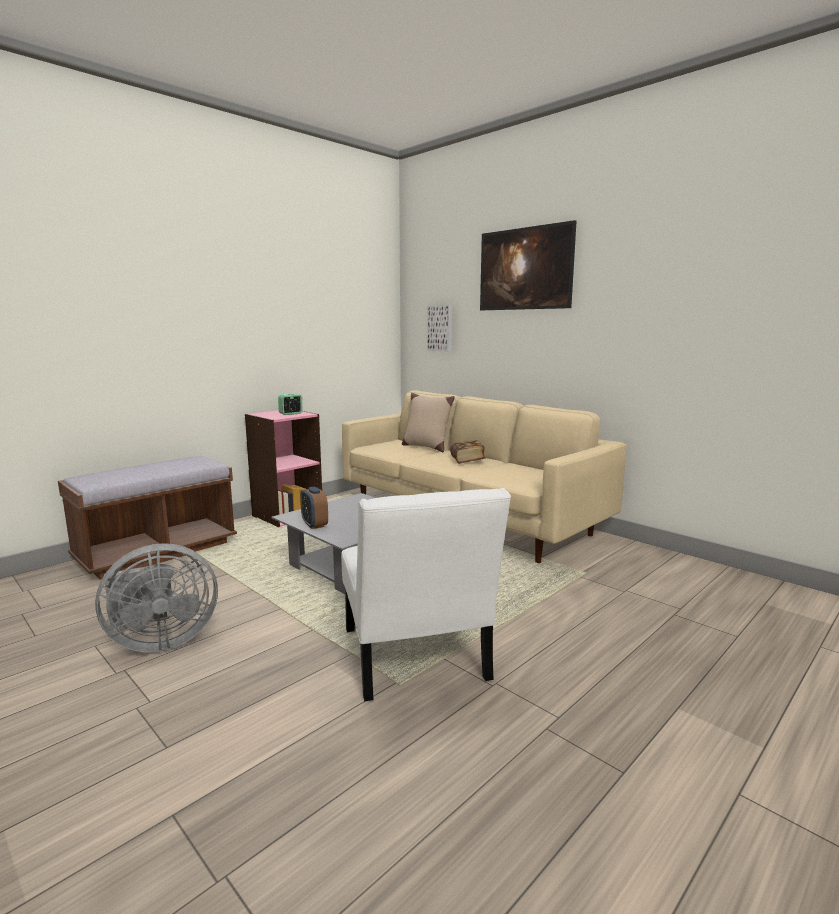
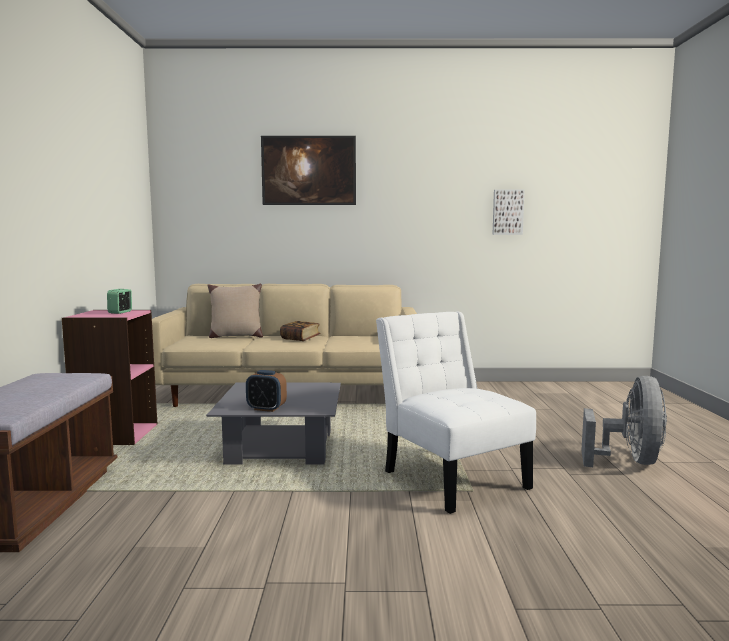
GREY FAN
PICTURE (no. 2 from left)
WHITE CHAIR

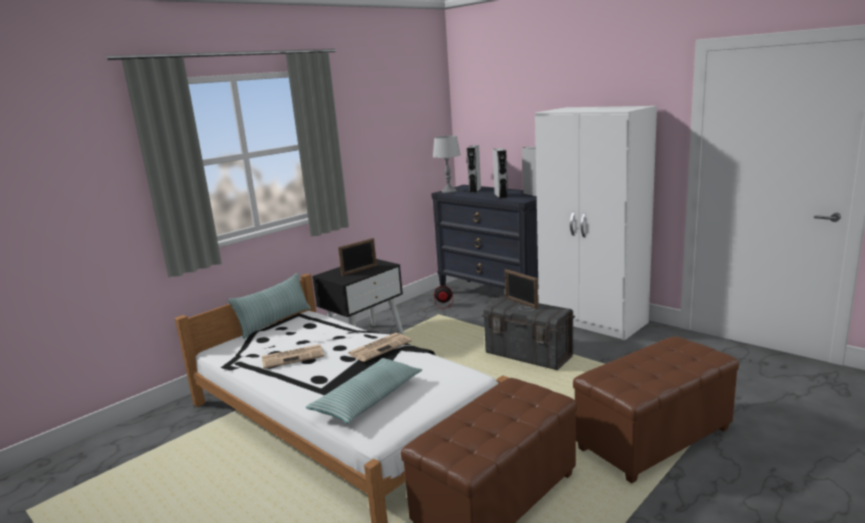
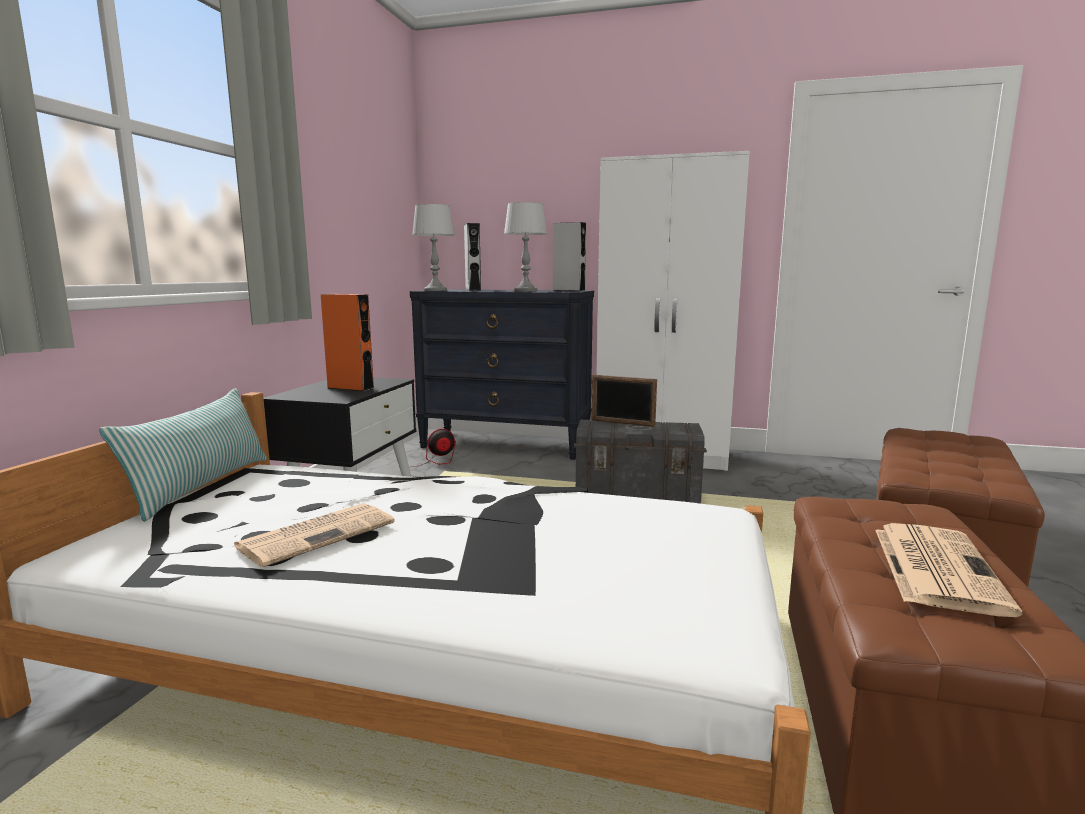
PILLOW (no. 2 from left in the first image)
NEWSPAPER (no. 2 from left)
ORANGE SPEAKER
GREY TABLE LAMP (no. 2 from left)

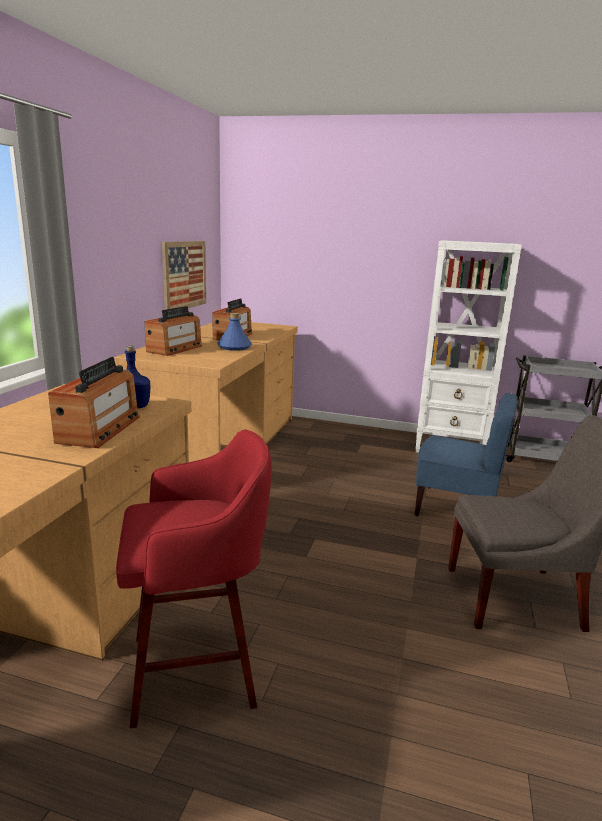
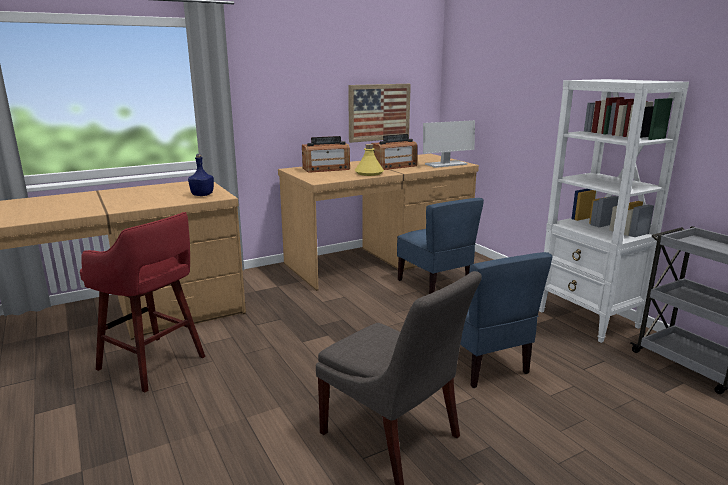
RADIO (no. 1 from left in the first image)
BLUE CHAIR (no. 1 from left)
MONITOR
YELLOW BOTTLE

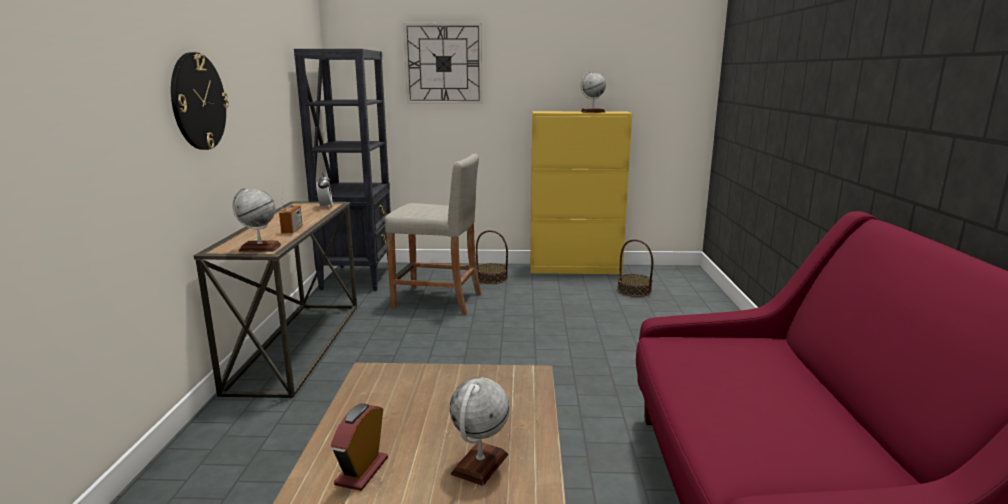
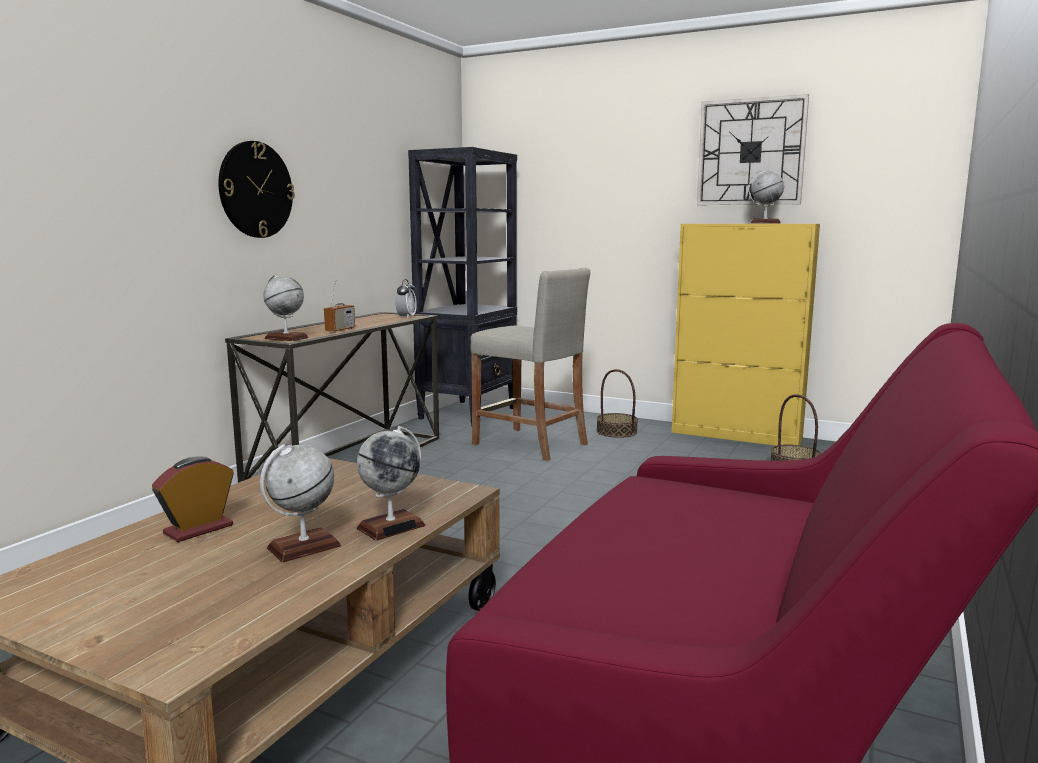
GLOBE (no. 3 from left)
WALL CLOCK (no. 2 from left)

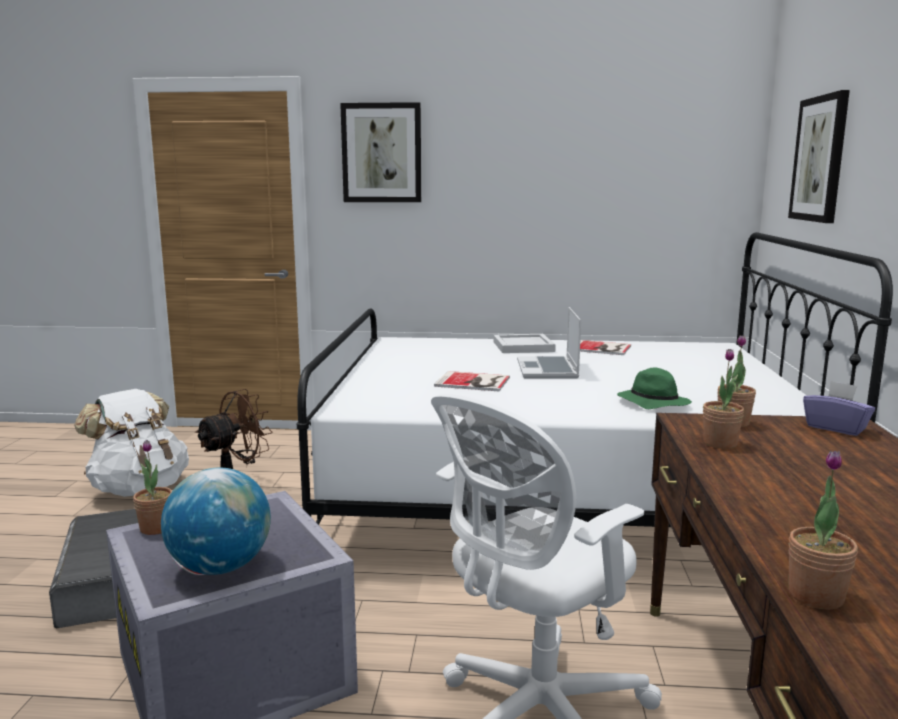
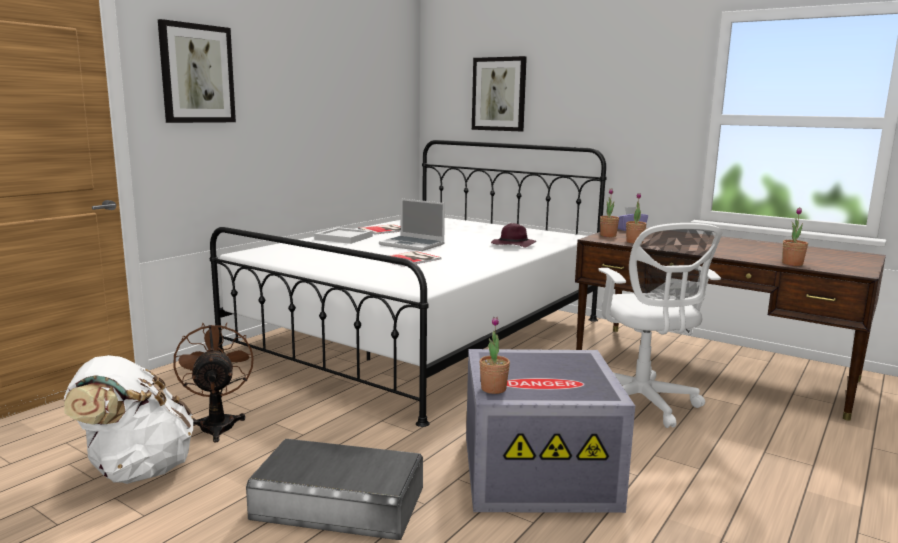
GLOBE
PURPLE HAT

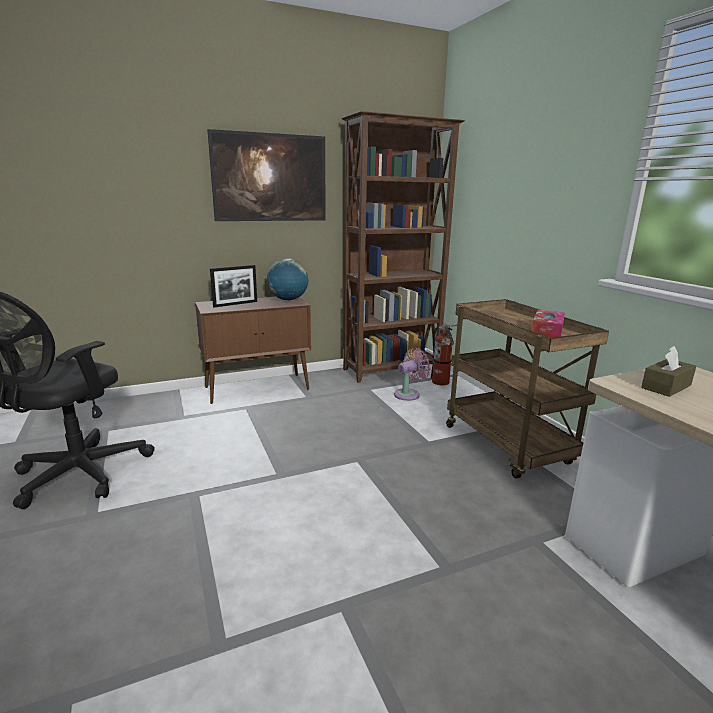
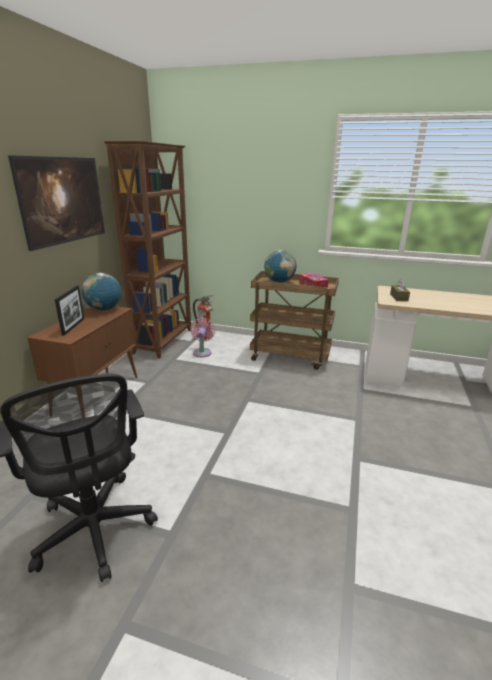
GLOBE (no. 2 from left)

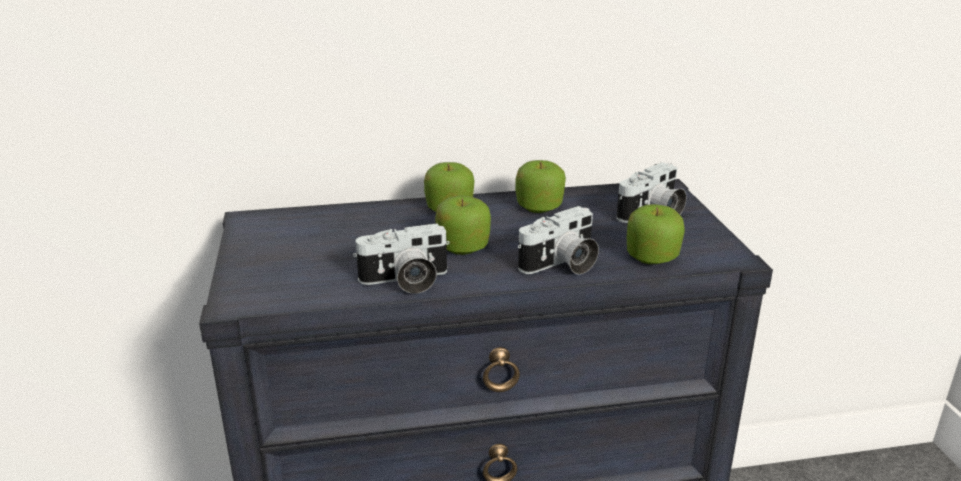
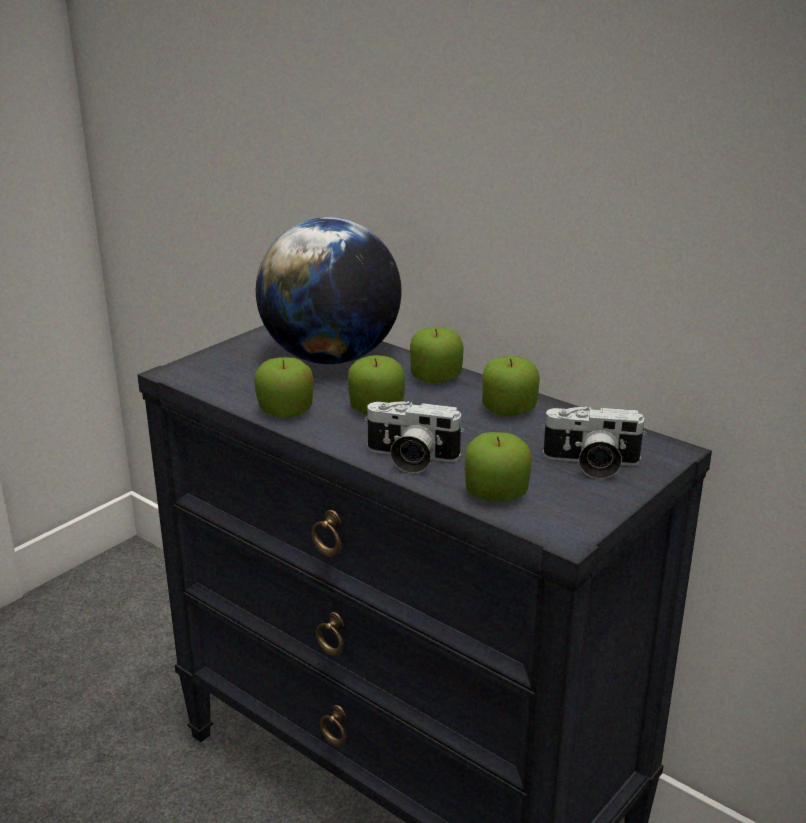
GLOBE
APPLE (no. 1 from left)

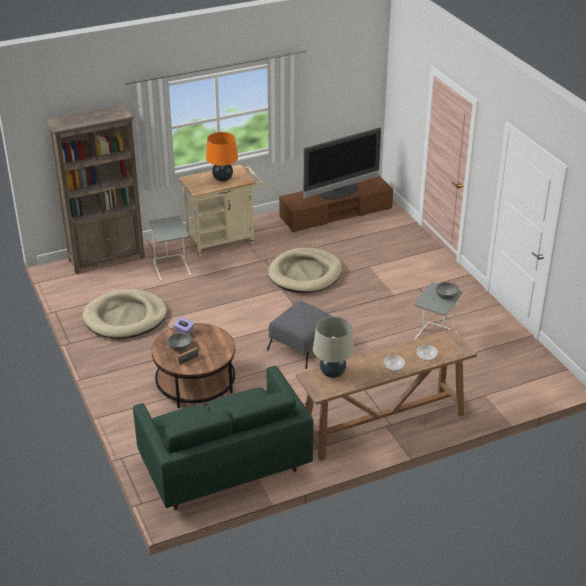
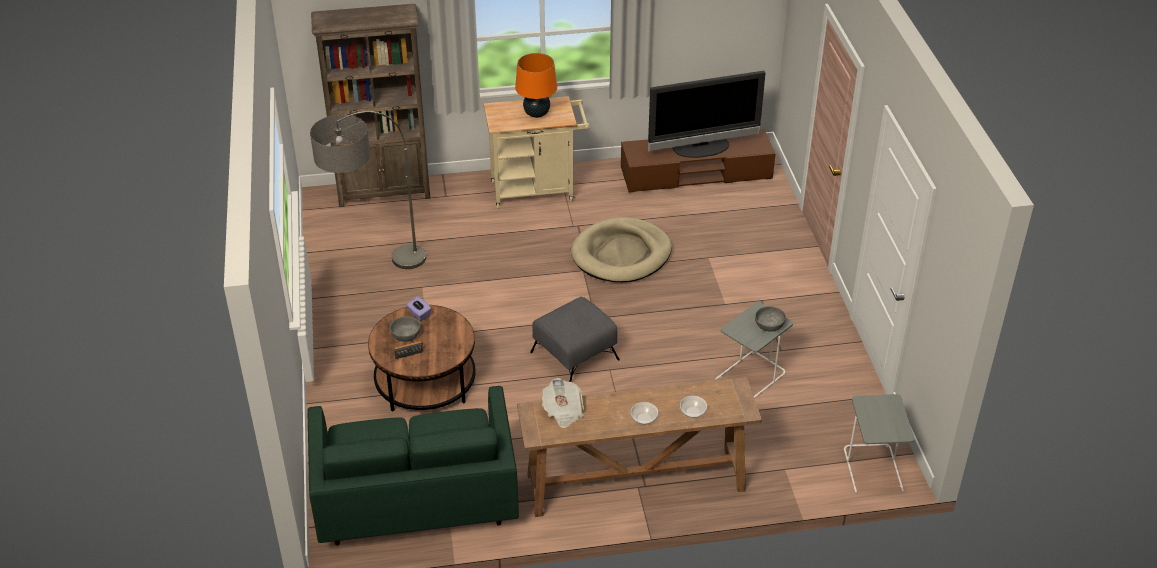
GREY SIDE TABLE (no. 2 from left)
FLOOR LAMP
NEWSPAPER

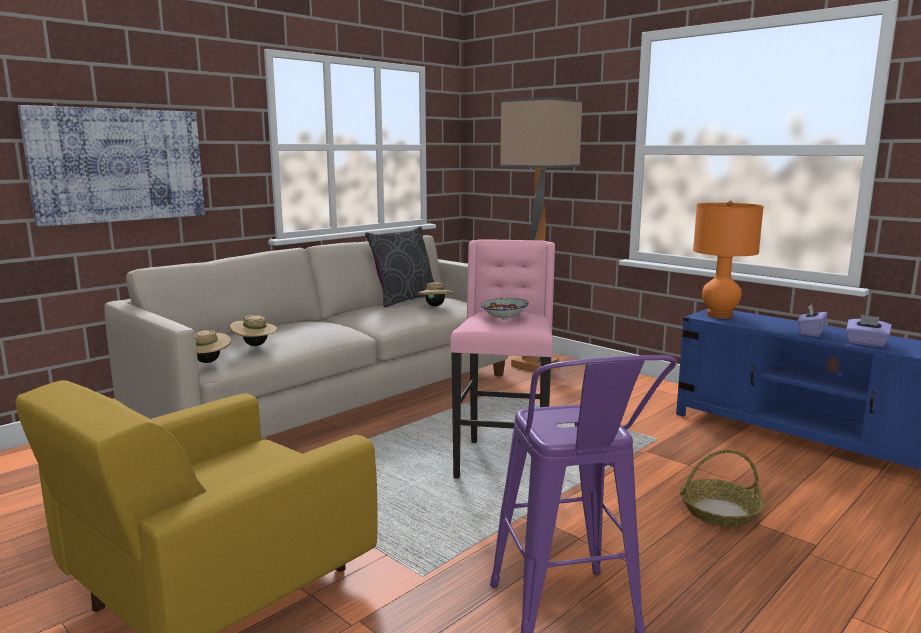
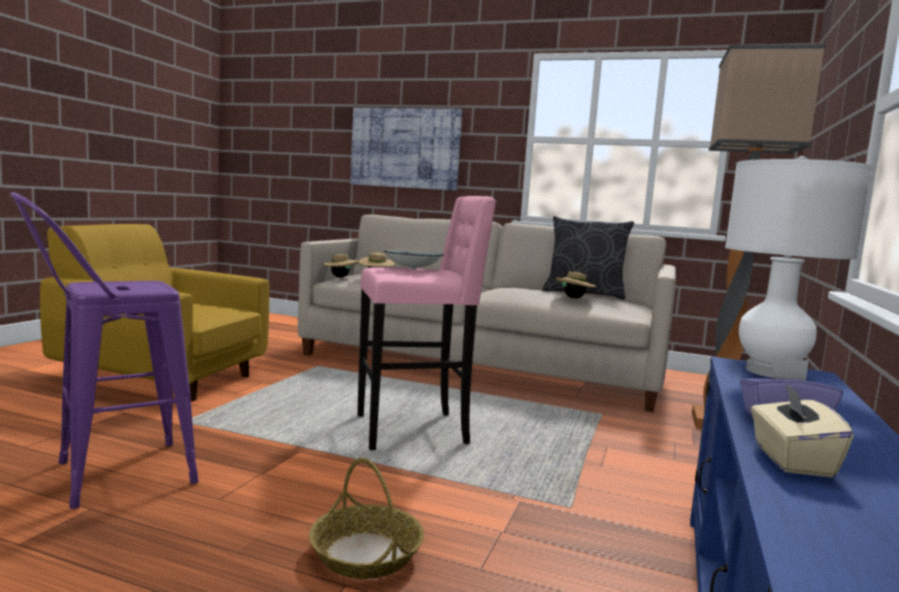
WHITE TABLE LAMP
BEIGE TISSUE BOX

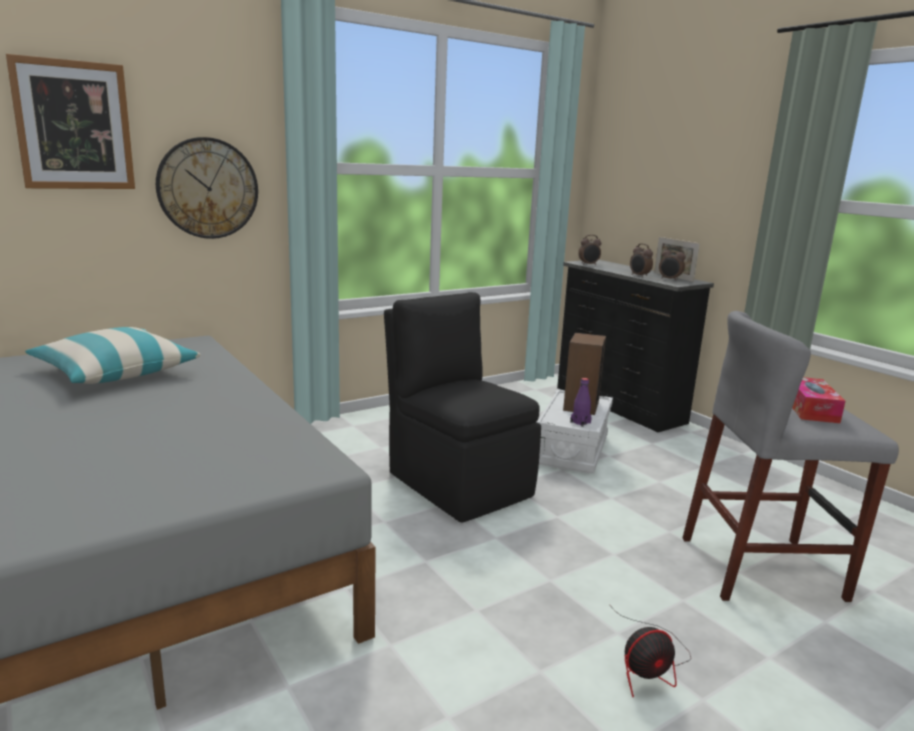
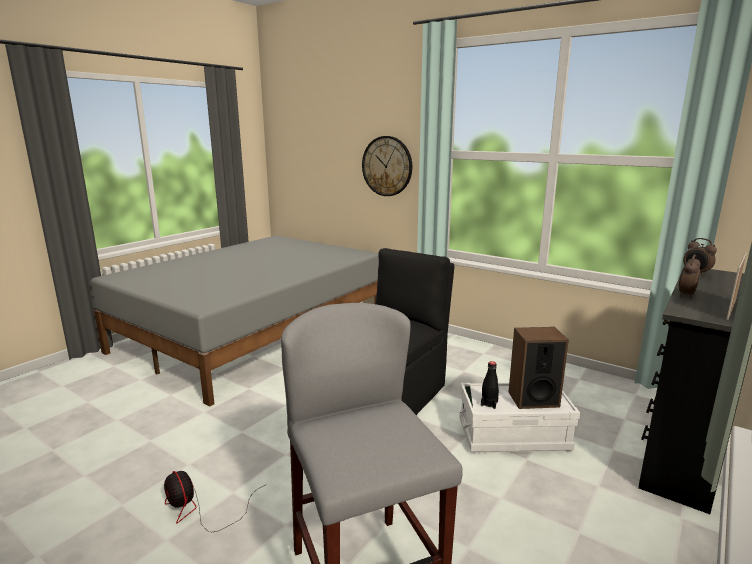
PICTURE
PILLOW
ALARM CLOCK (no. 3 from left in the first image)
TISSUE BOX
BLACK BOTTLE

